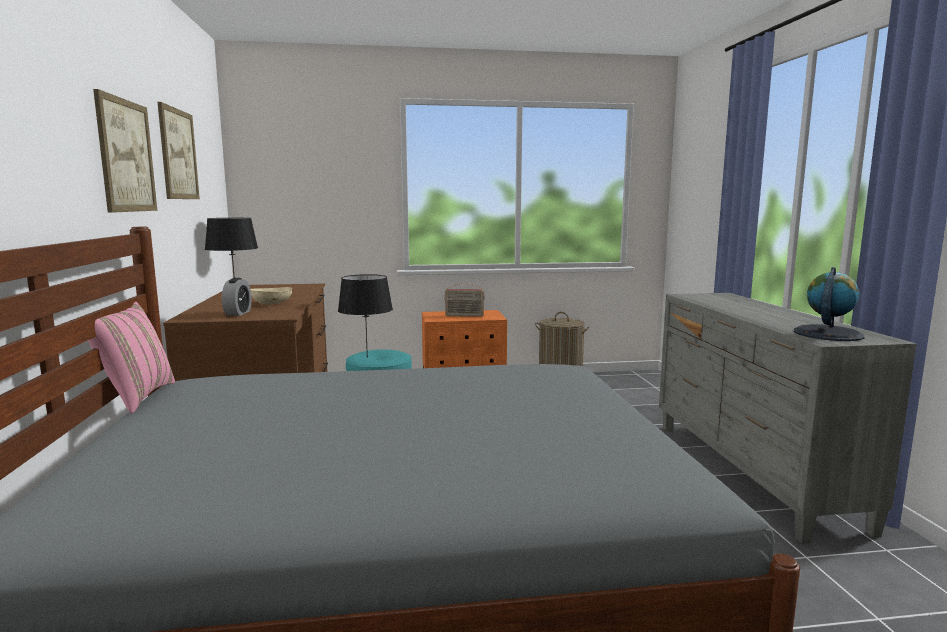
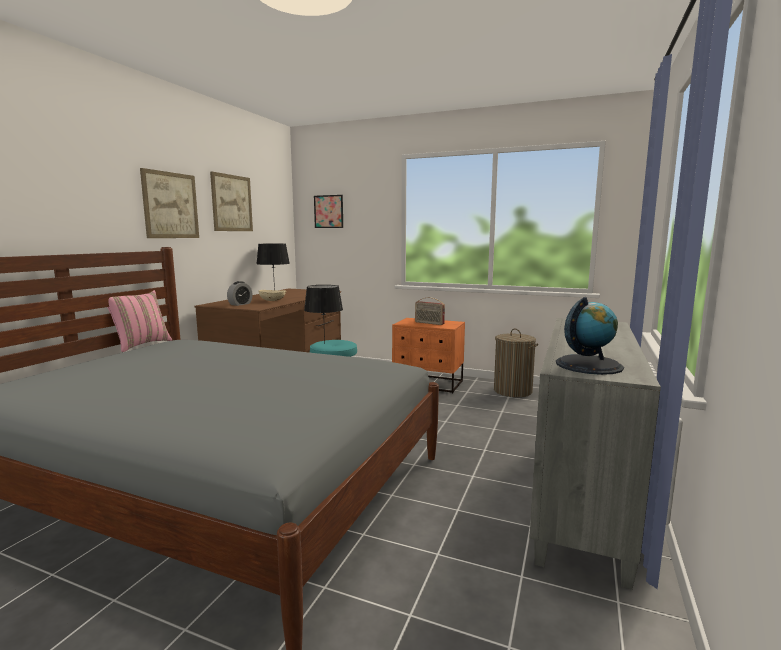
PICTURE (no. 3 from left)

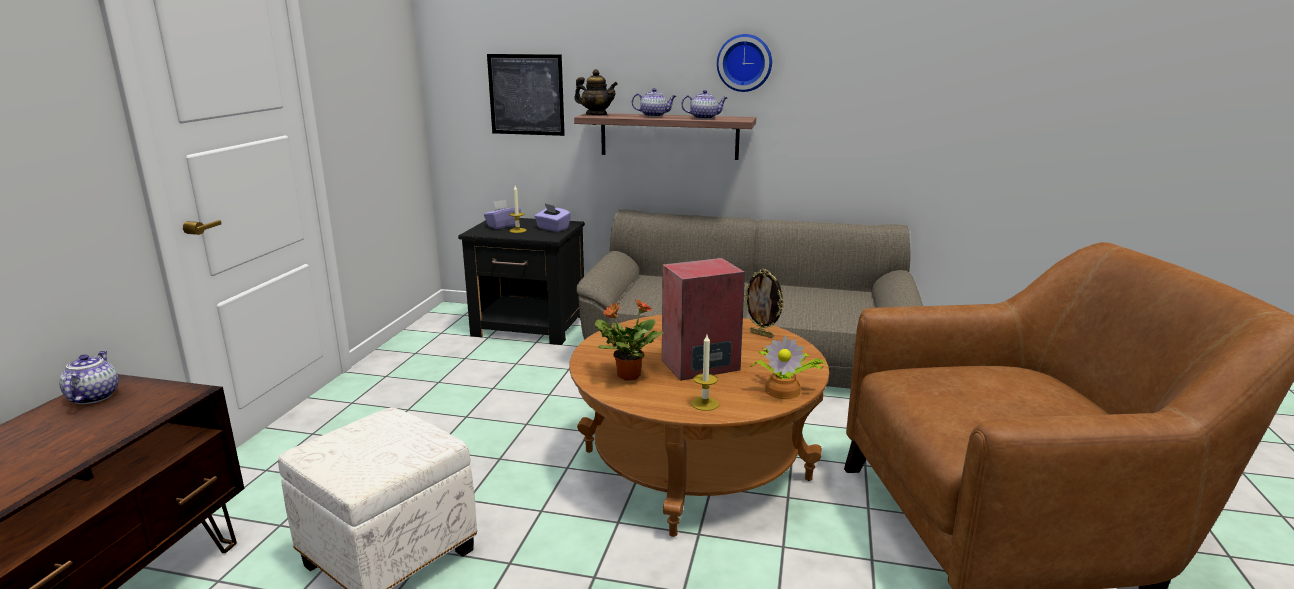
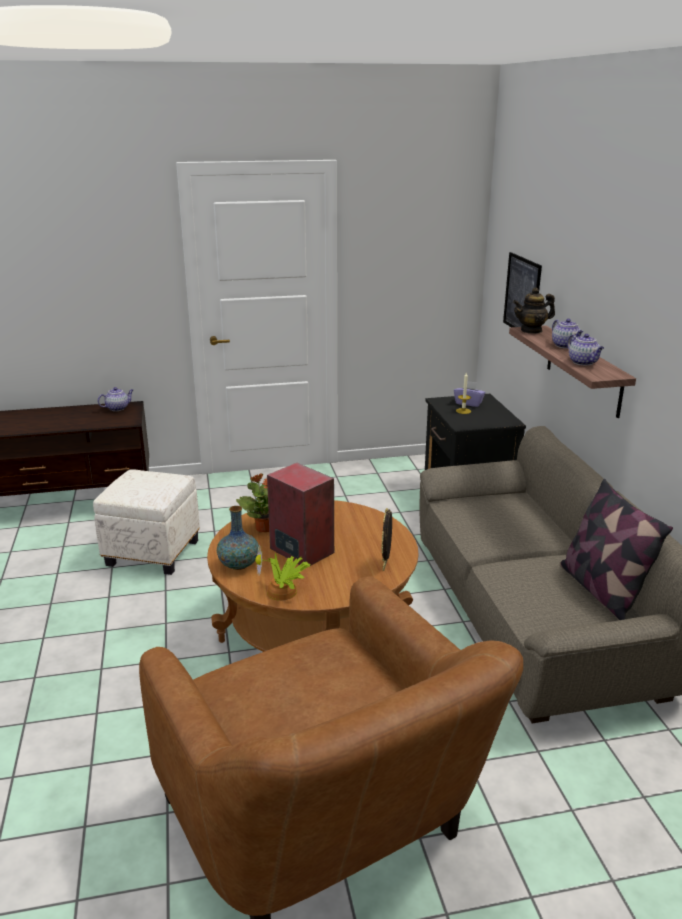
PURPLE TISSUE BOX (no. 2 from left in the first image)
WALL CLOCK
PILLOW
VASE
TEAPOT (no. 2 from left)

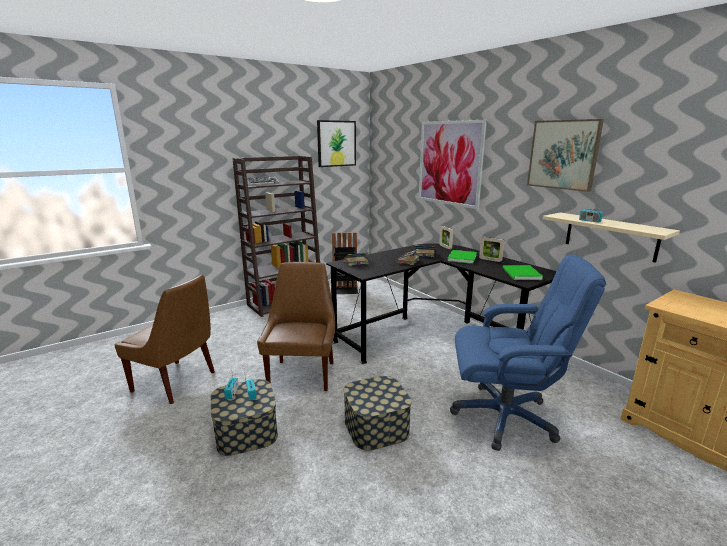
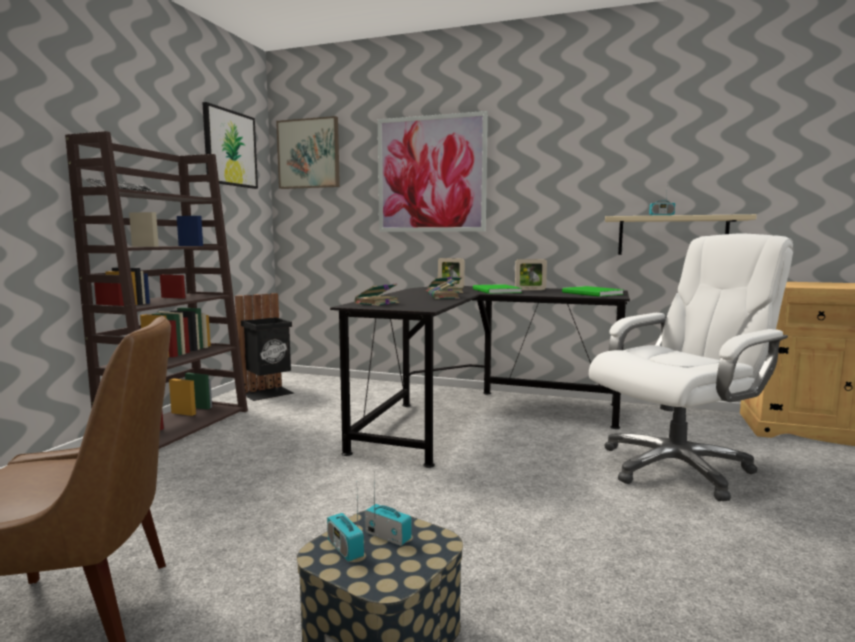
BROWN CHAIR (no. 2 from left in the first image)
STORAGE BOX (no. 2 from left in the first image)
PICTURE (no. 2 from left)
WHITE OFFICE CHAIR

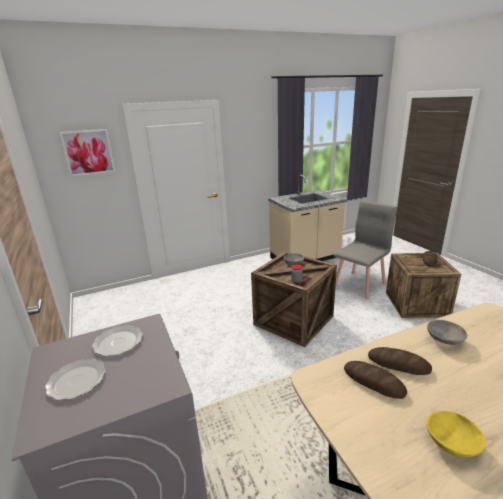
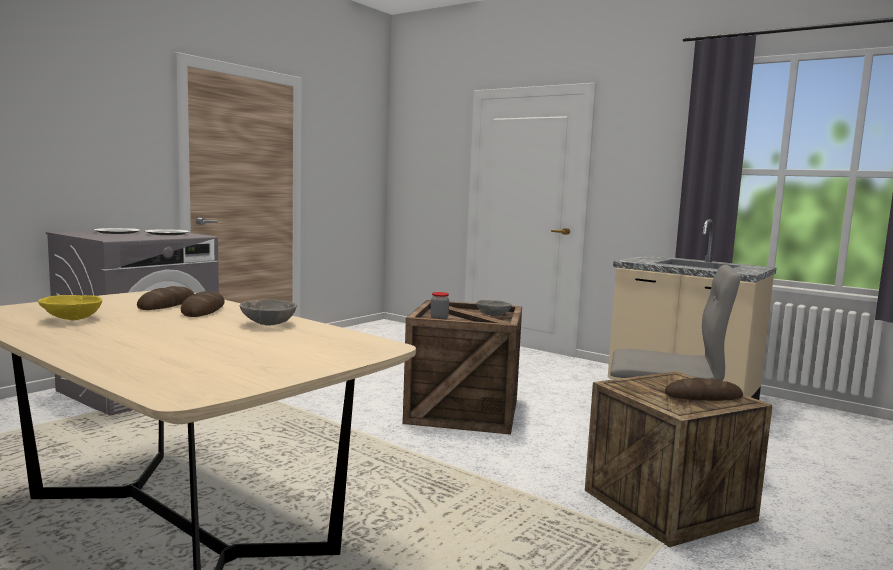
PICTURE

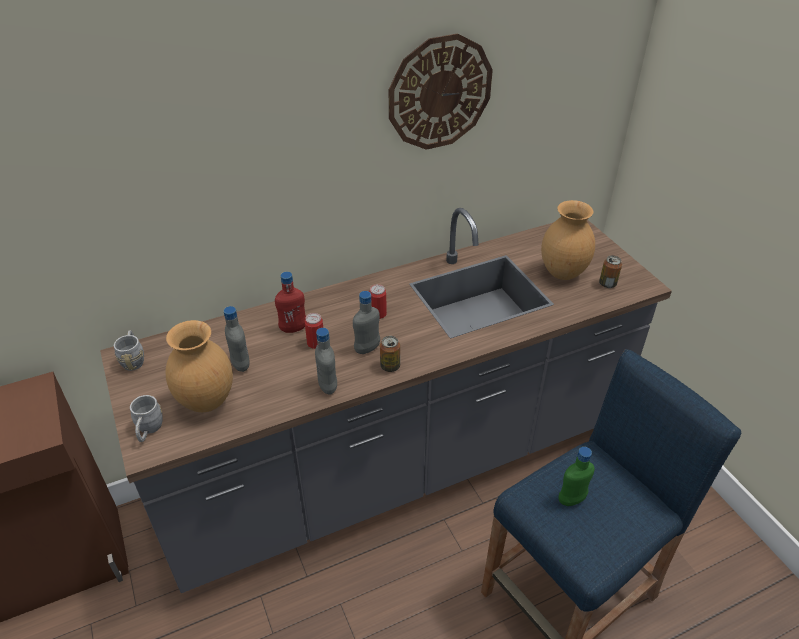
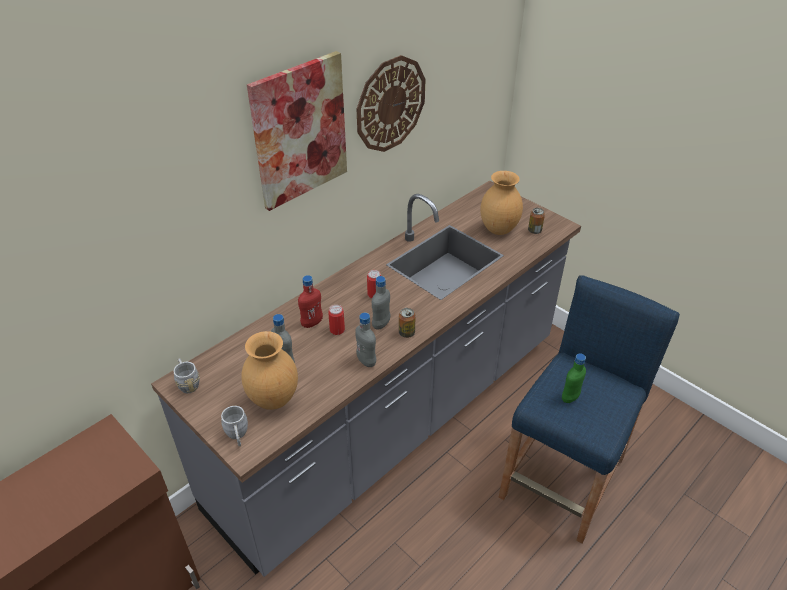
PICTURE

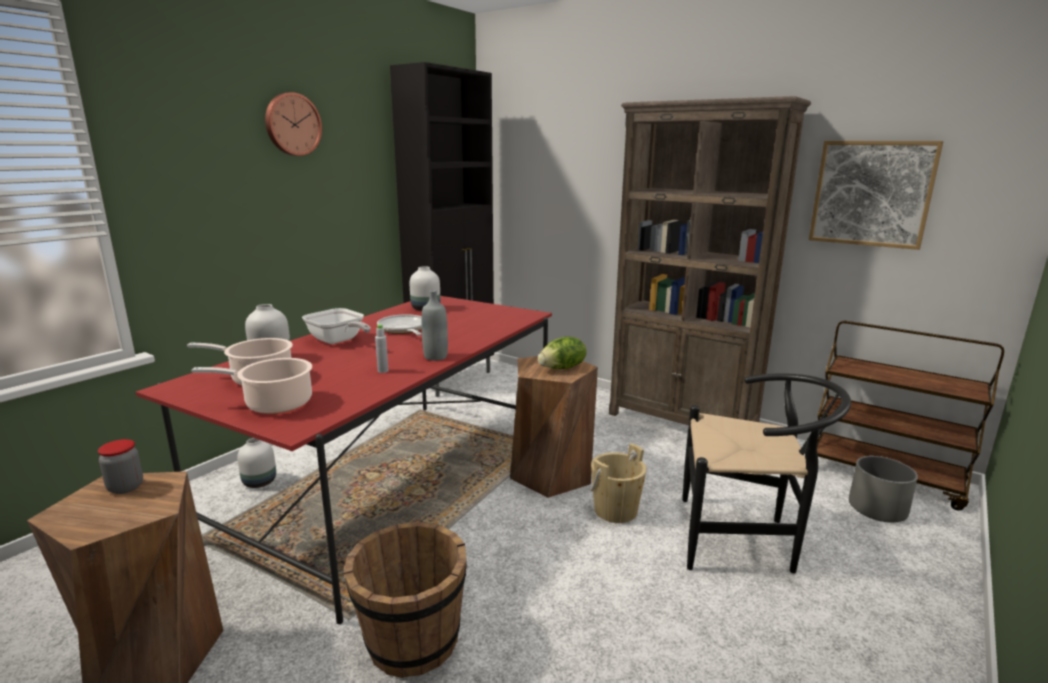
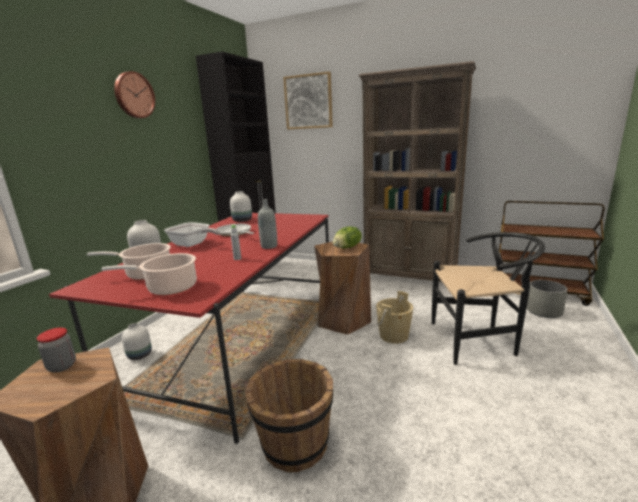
PICTURE

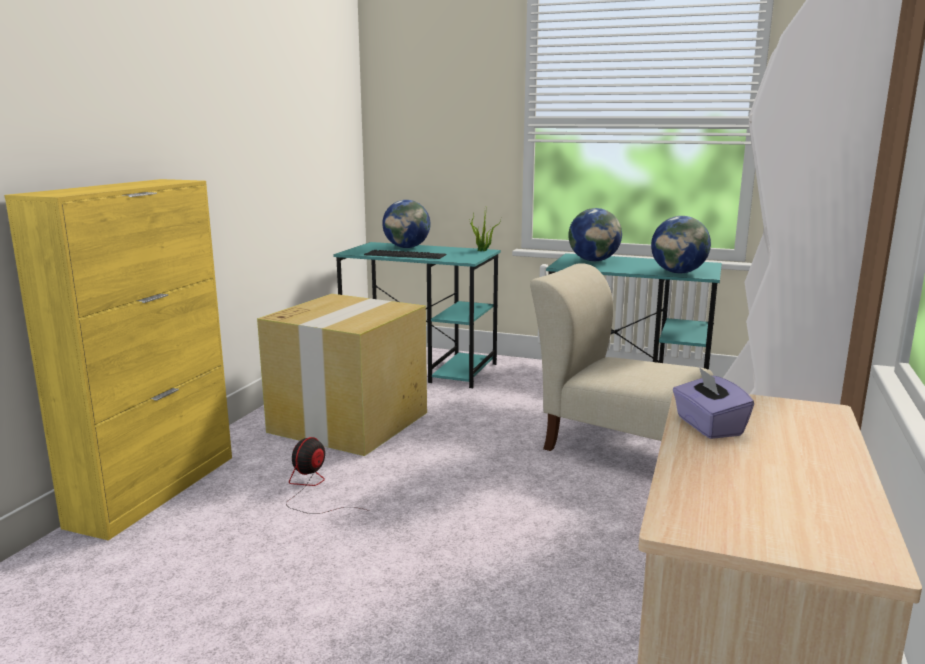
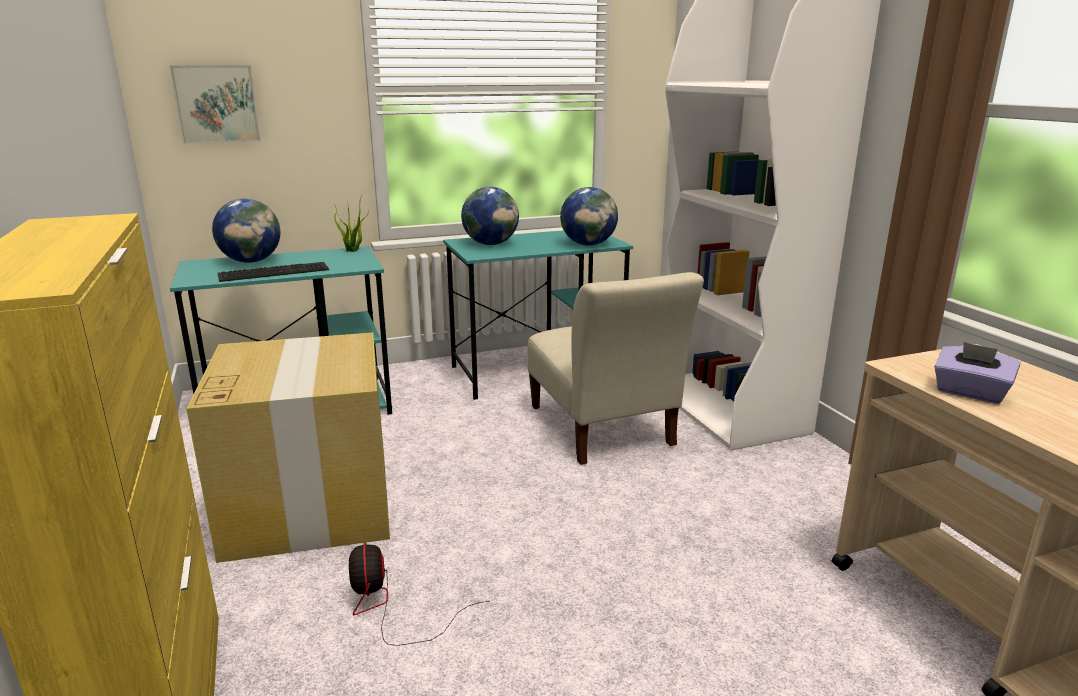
PICTURE
BEIGE CHAIR

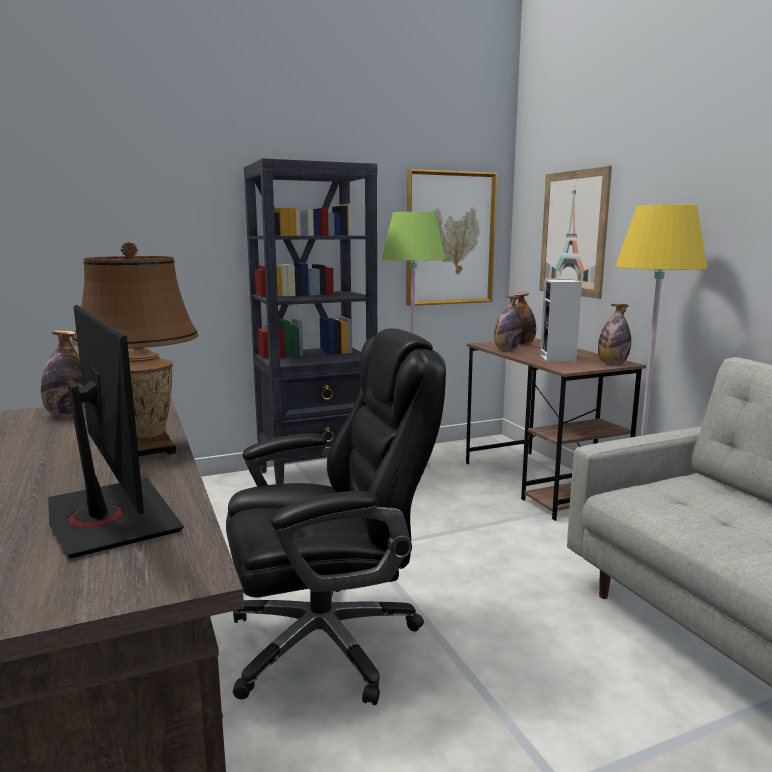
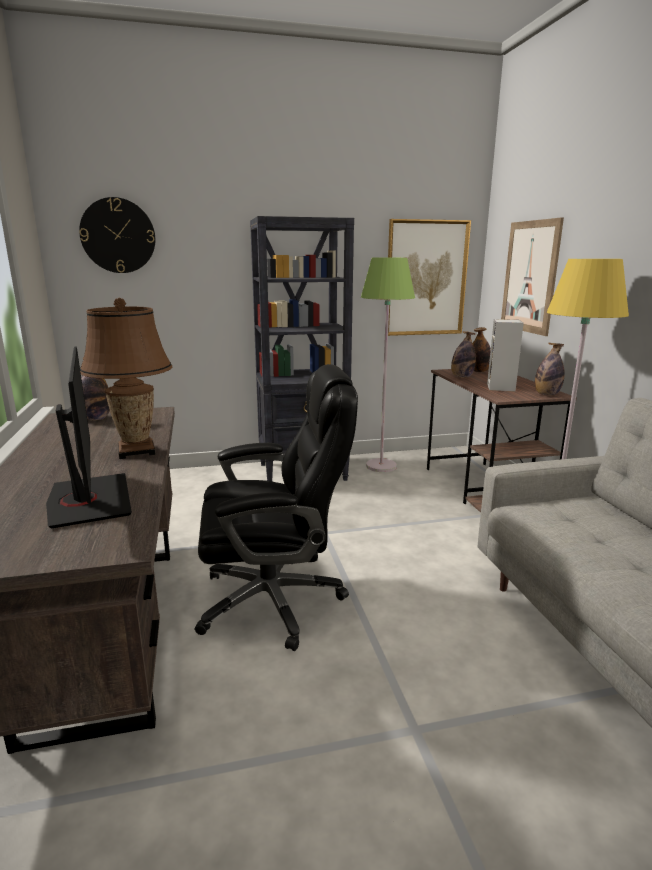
WALL CLOCK

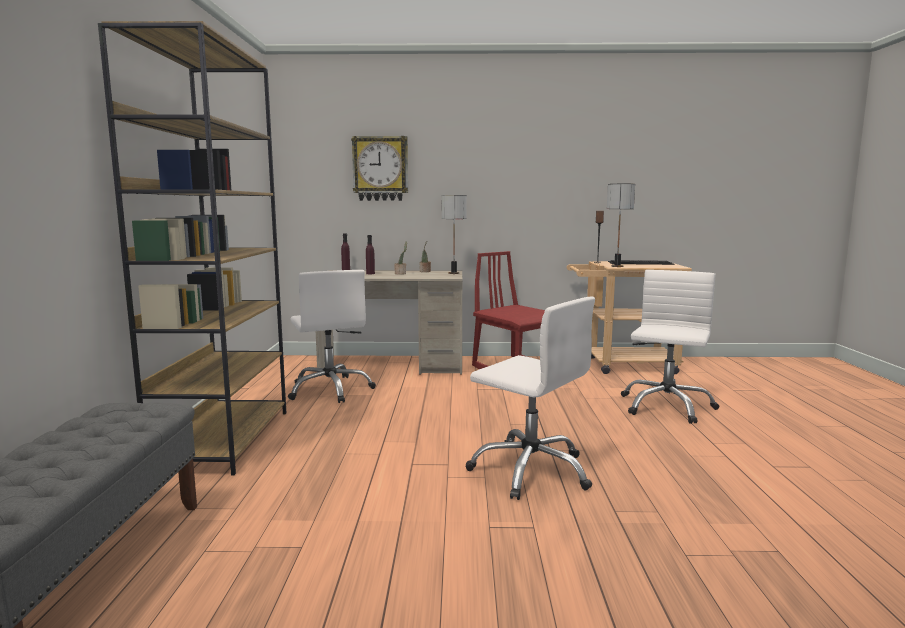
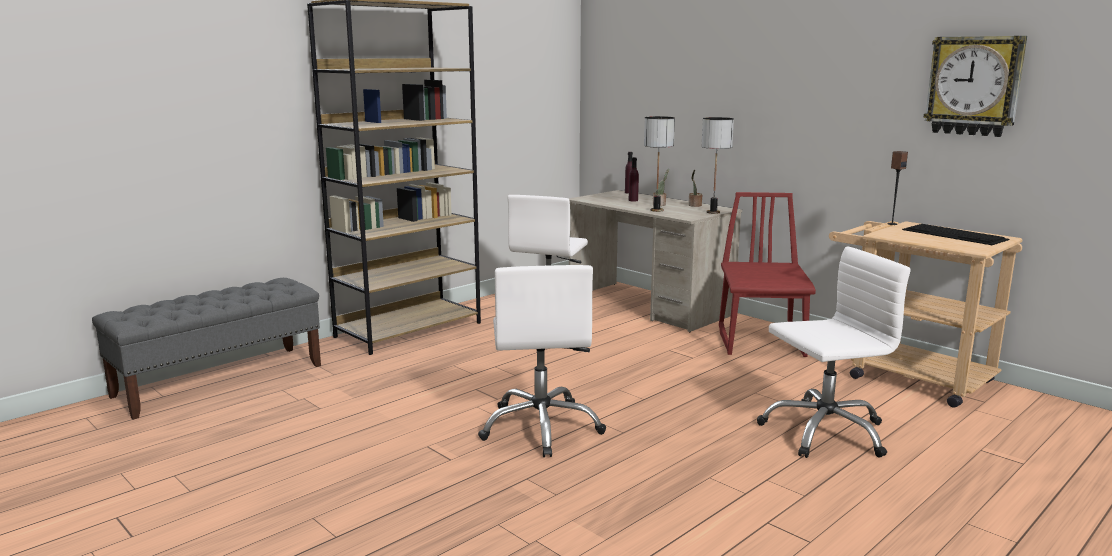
WALL CLOCK
TABLE LAMP (no. 1 from left)

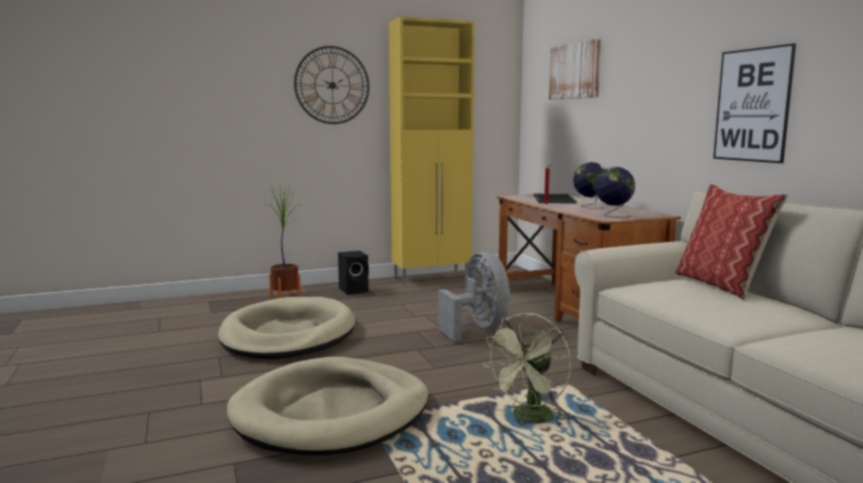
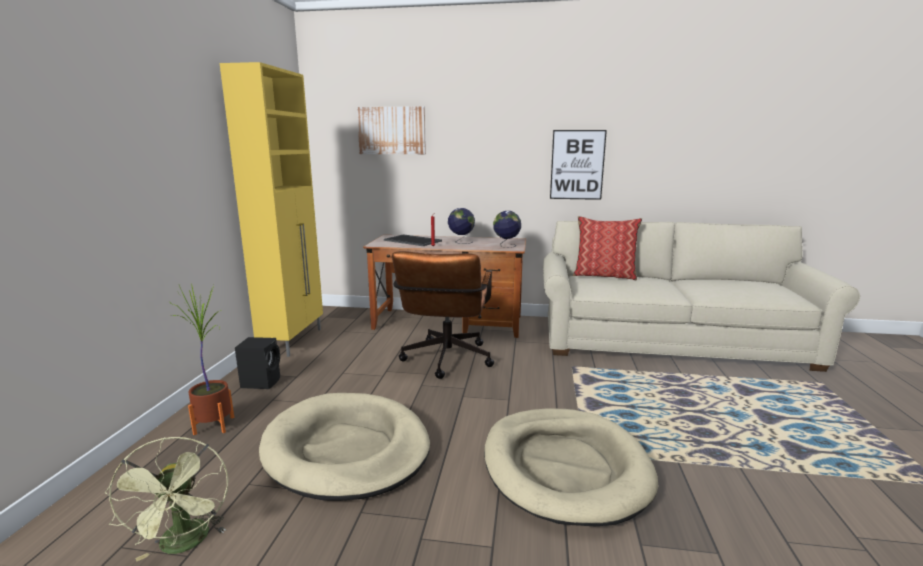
WALL CLOCK
GREEN FAN
BROWN OFFICE CHAIR

